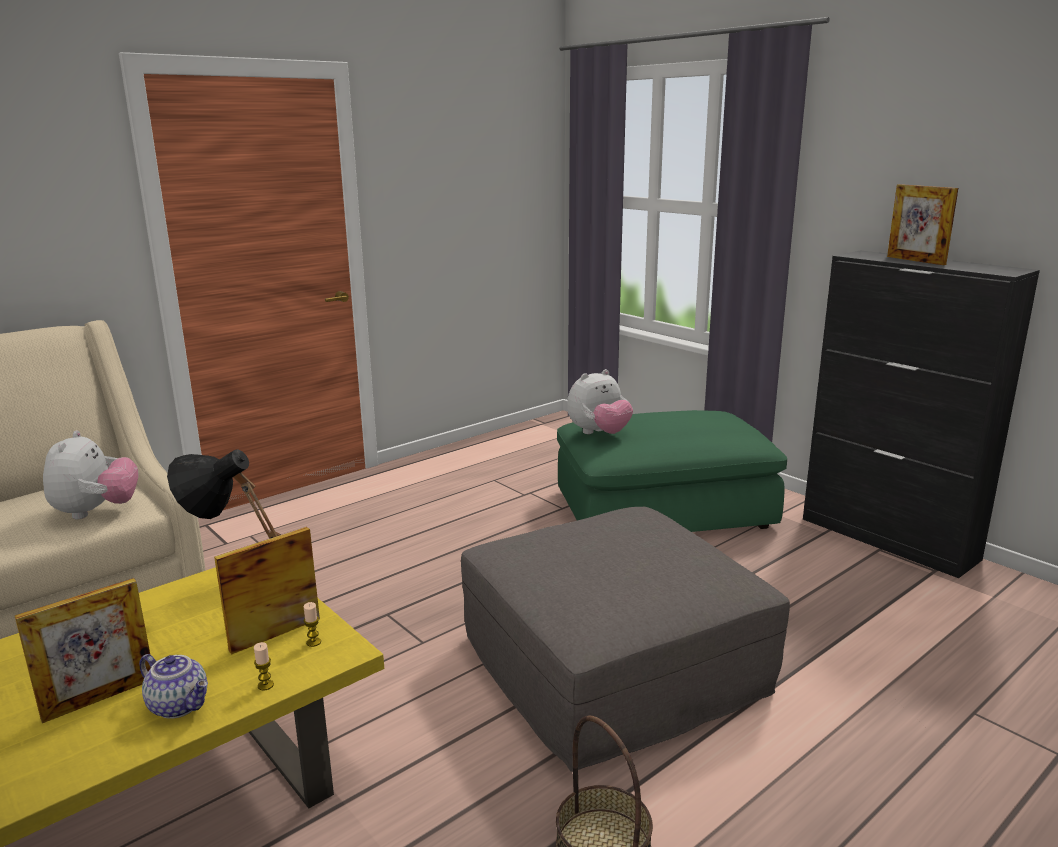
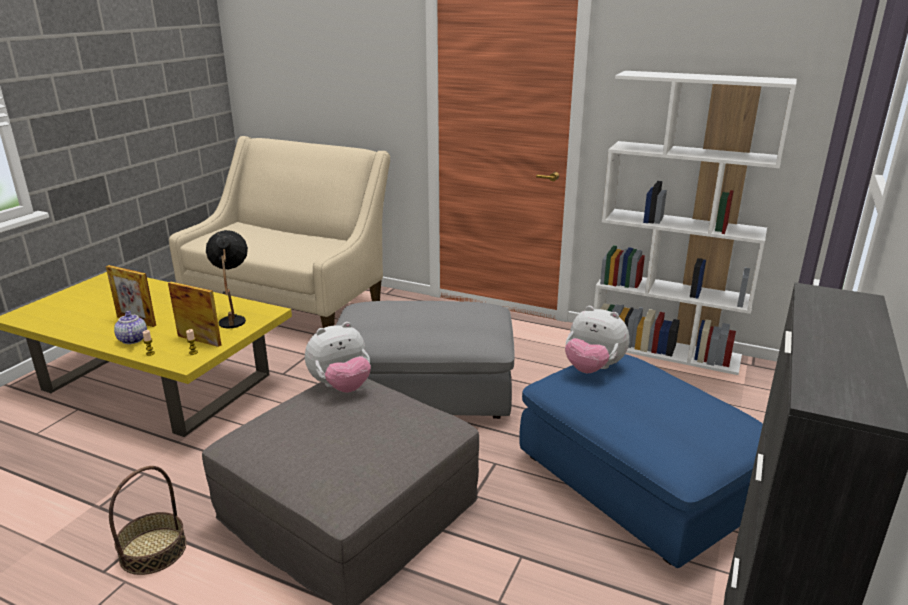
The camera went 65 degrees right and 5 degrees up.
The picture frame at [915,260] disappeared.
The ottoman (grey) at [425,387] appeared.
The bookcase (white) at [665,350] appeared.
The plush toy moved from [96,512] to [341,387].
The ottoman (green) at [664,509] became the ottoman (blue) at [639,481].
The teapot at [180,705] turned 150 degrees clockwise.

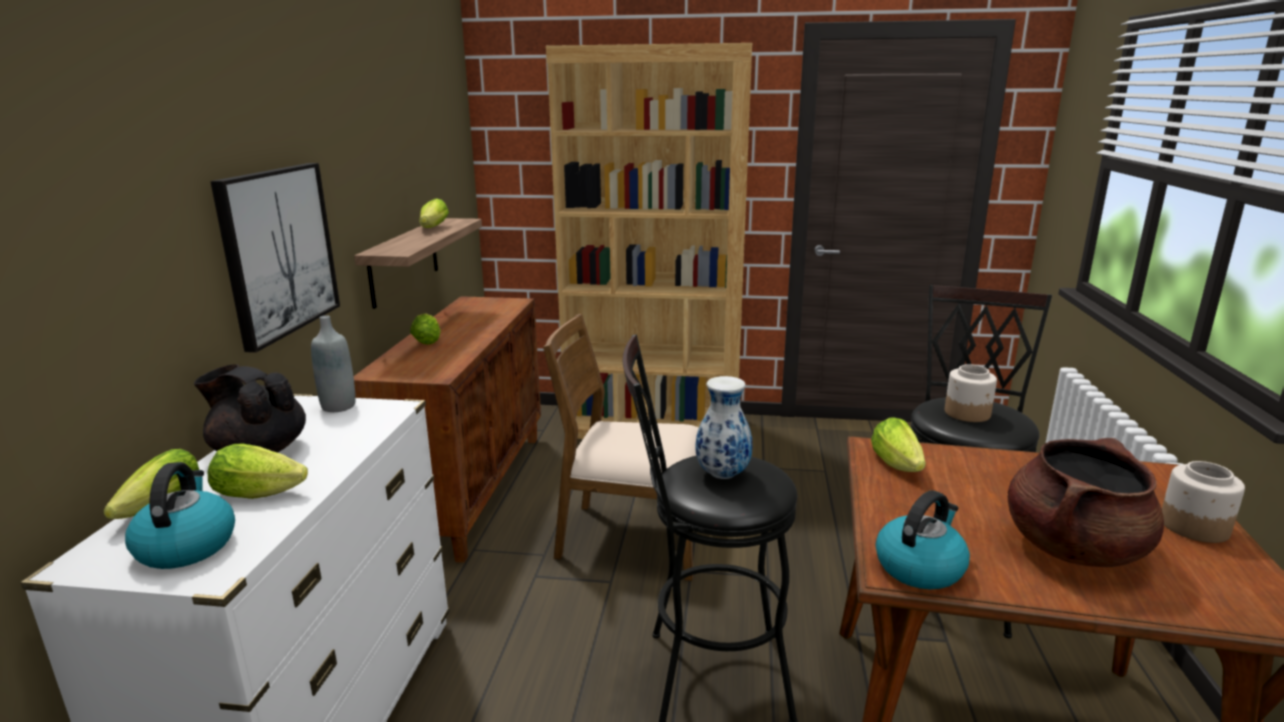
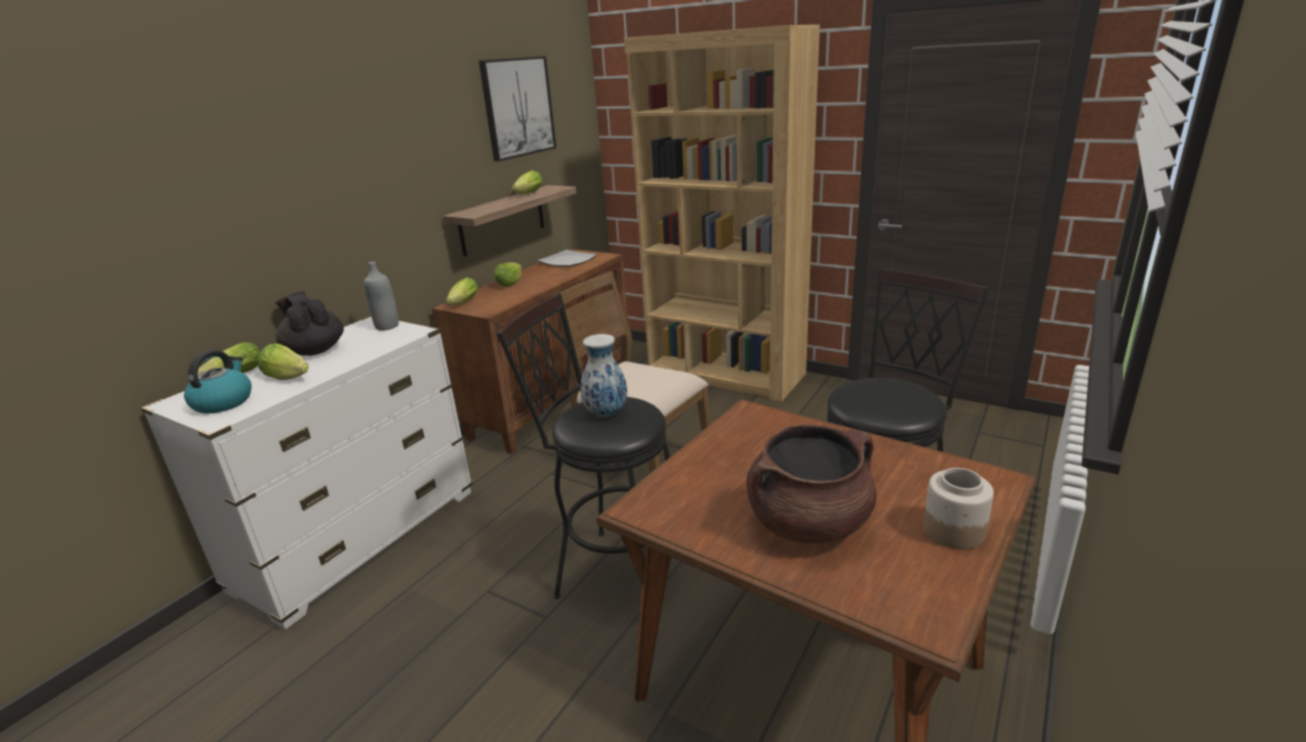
The camera went 25 degrees right and 5 degrees up.
The kettle at [919,567] disappeared.
The jar at [968,413] disappeared.
The plate at [567,261] appeared.
The picture moved from [278,251] to [517,107].
The lettuce moved from [898,465] to [462,304].

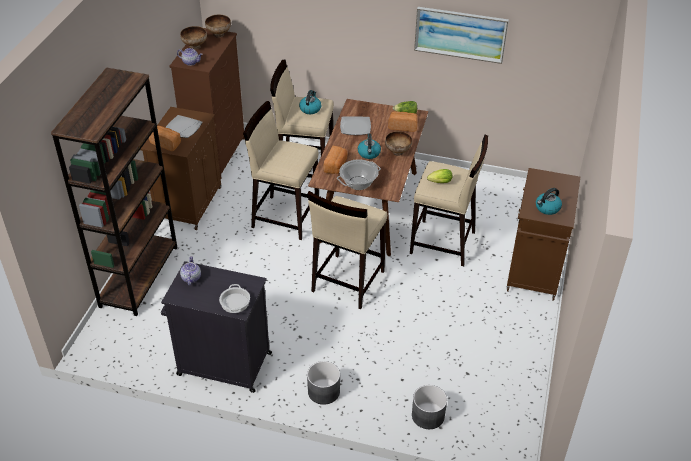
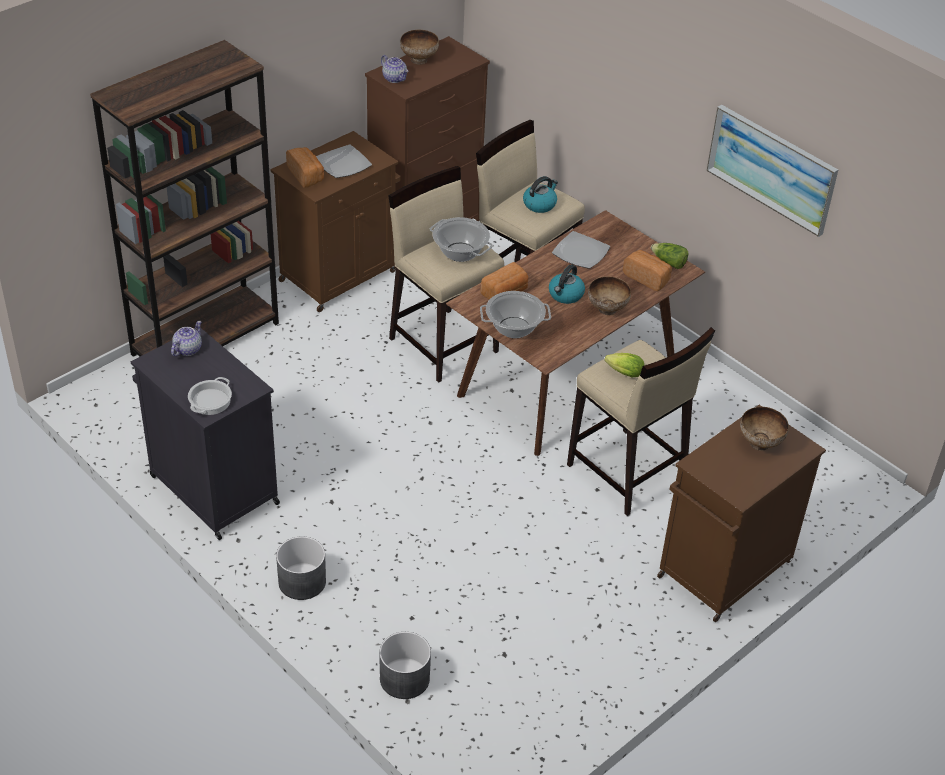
The camera went 30 degrees right and 0 degrees up.
The stool (beige) at [347,281] disappeared.
The kettle at [547,208] disappeared.
The cooking pot at [460,252] appeared.
The bowl moved from [219,34] to [760,444].

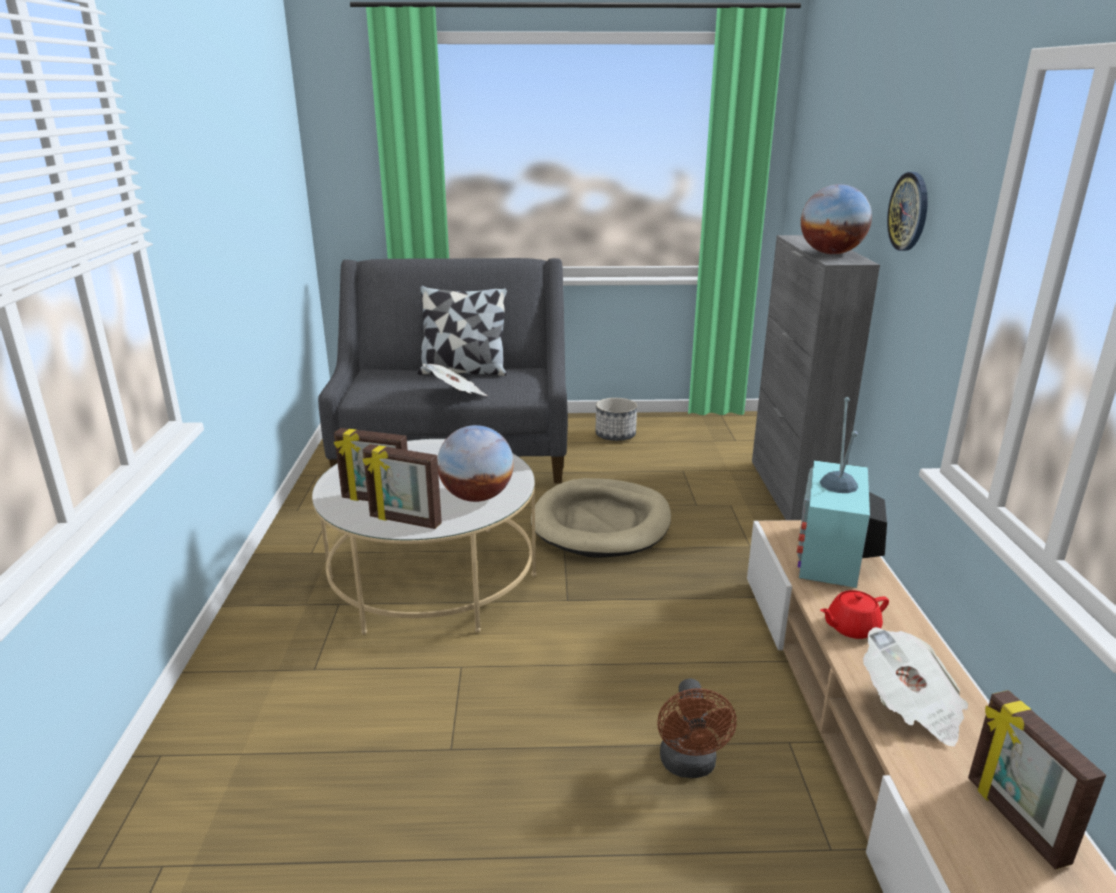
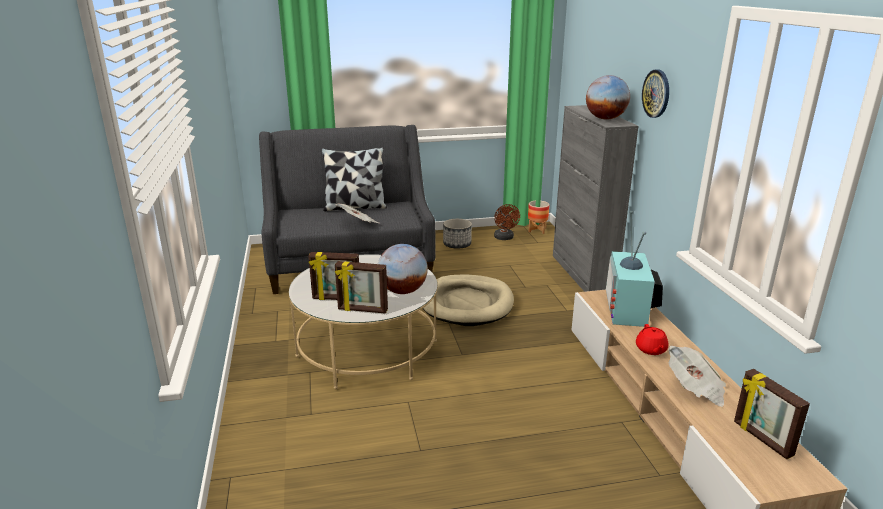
The camera went 10 degrees left and 0 degrees up.
The planter at [537,230] appeared.
The fan (brown) moved from [689,766] to [504,238].
The teapot (red) at [851,628] turned 60 degrees counterclockwise.

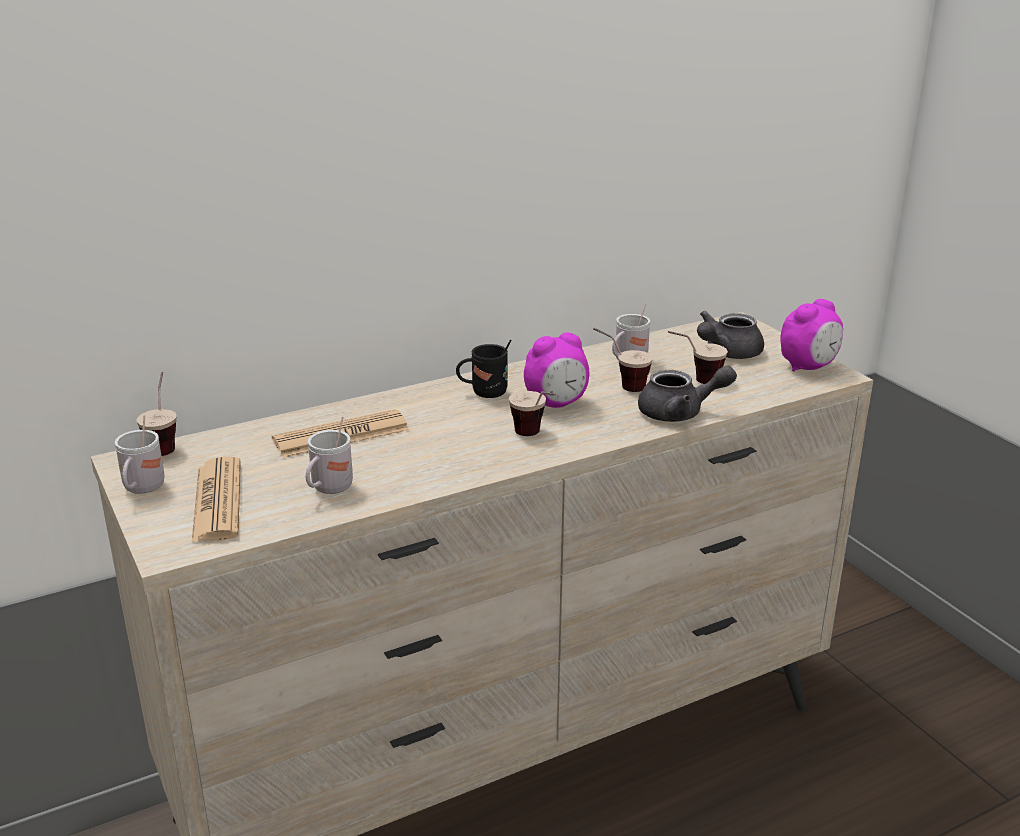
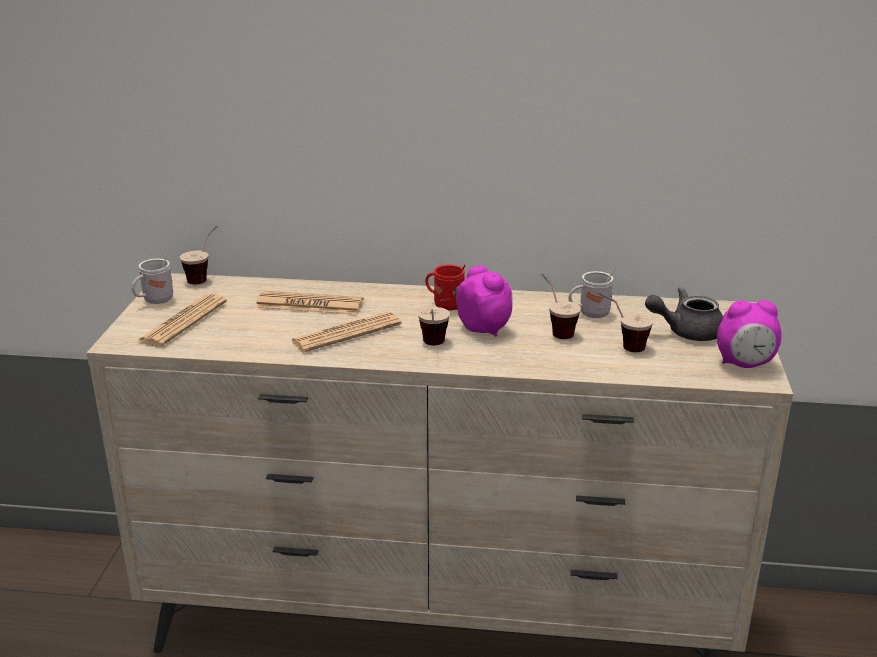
The camera went 35 degrees right and 0 degrees up.
The mug (white) at [328,490] disappeared.
The teapot (grey) at [680,413] disappeared.
The newspaper at [346,333] appeared.
The mug (black) at [484,393] became the mug (red) at [444,305].
The alarm clock at [556,404] turned 135 degrees counterclockwise.

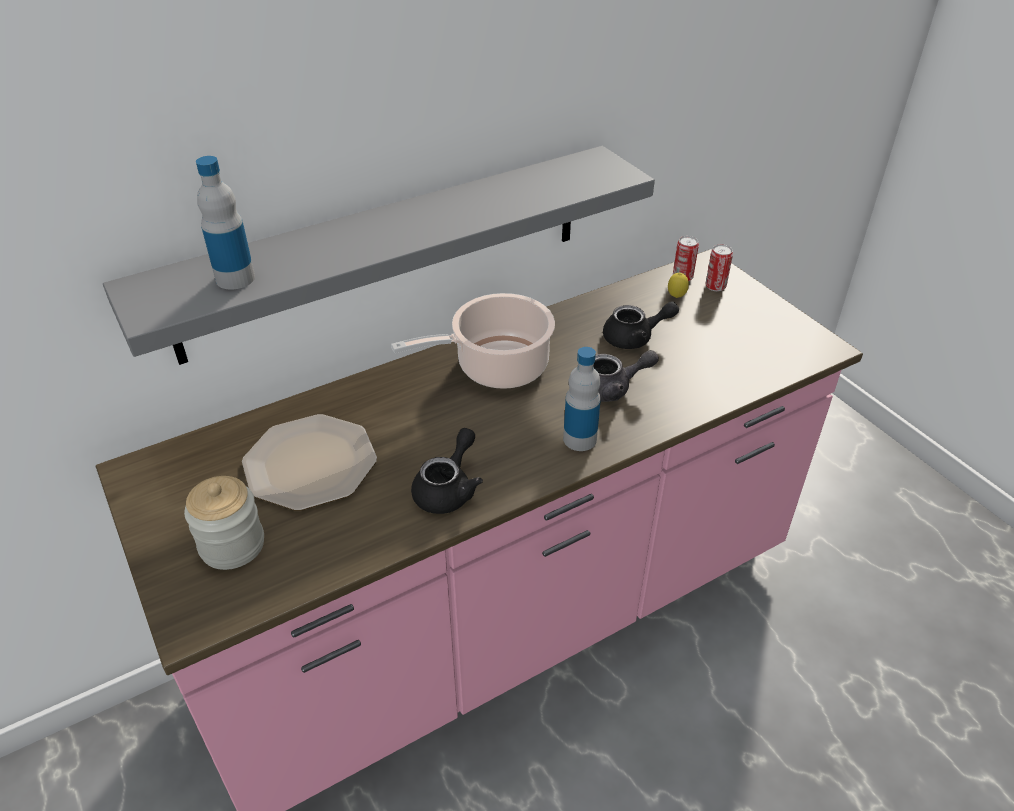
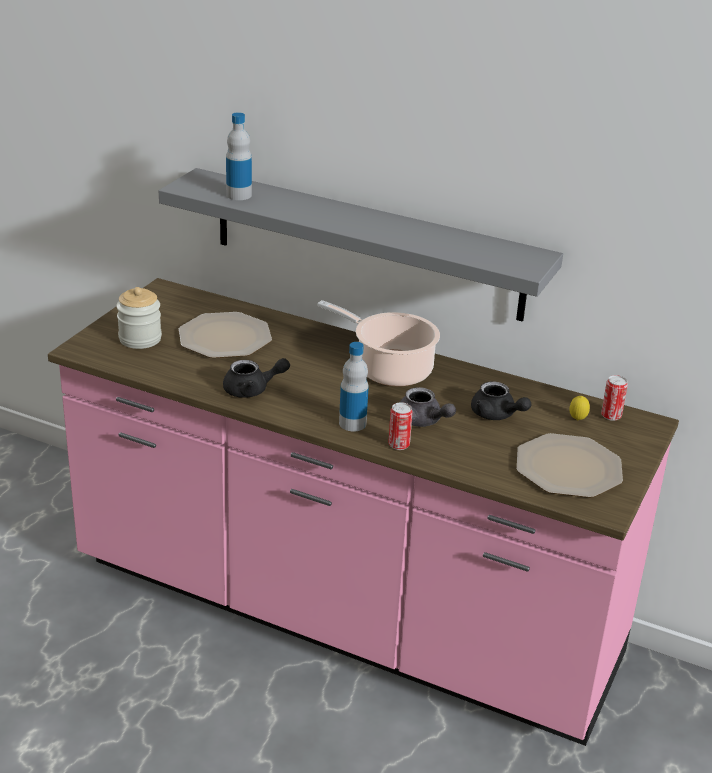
The camera went 55 degrees right and 10 degrees down.
The plate at [567,468] appeared.
The can moved from [715,286] to [399,445].

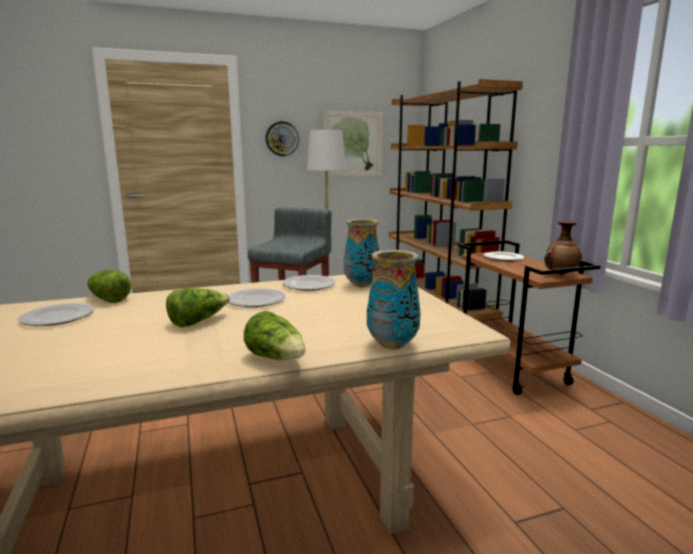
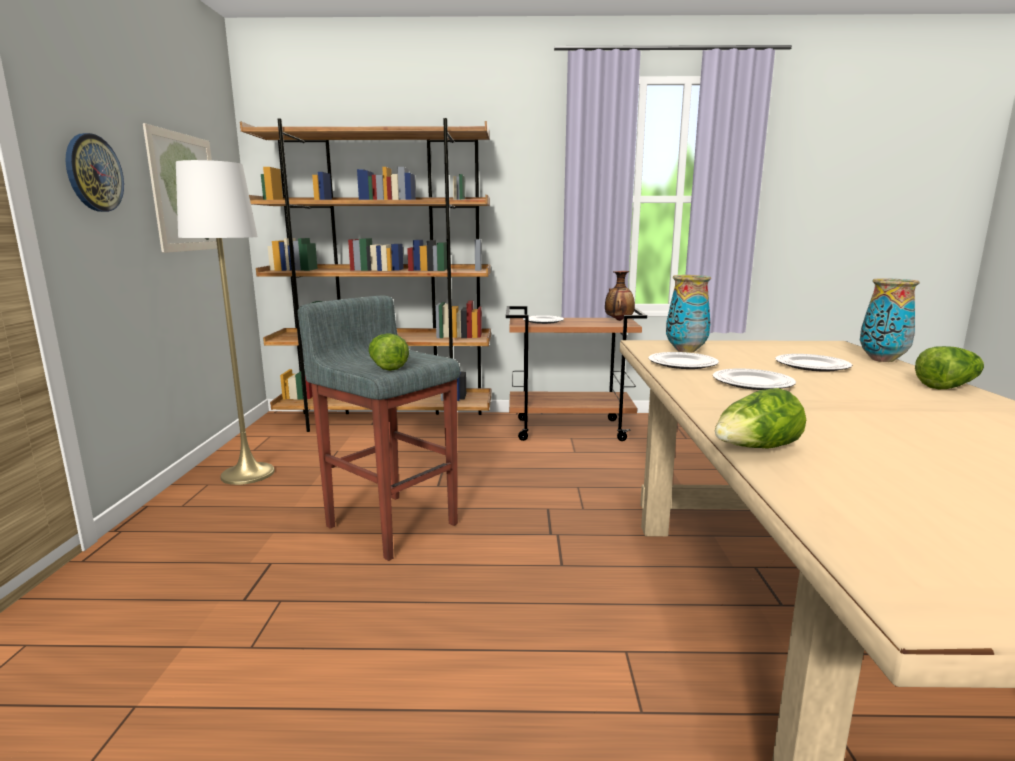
The camera went 70 degrees left and 0 degrees up.
The plate moved from [58,317] to [811,365].
The lettuce moved from [198,321] to [387,366].

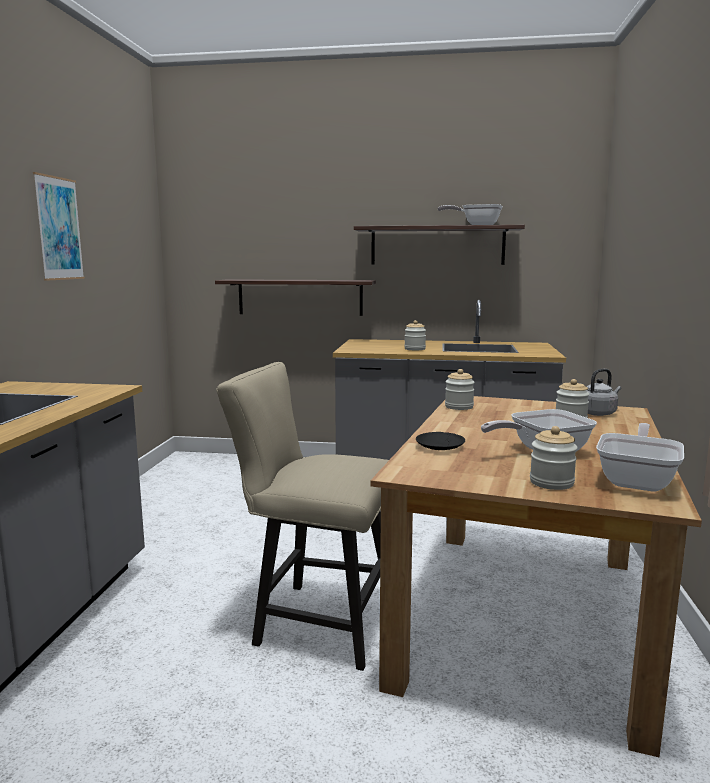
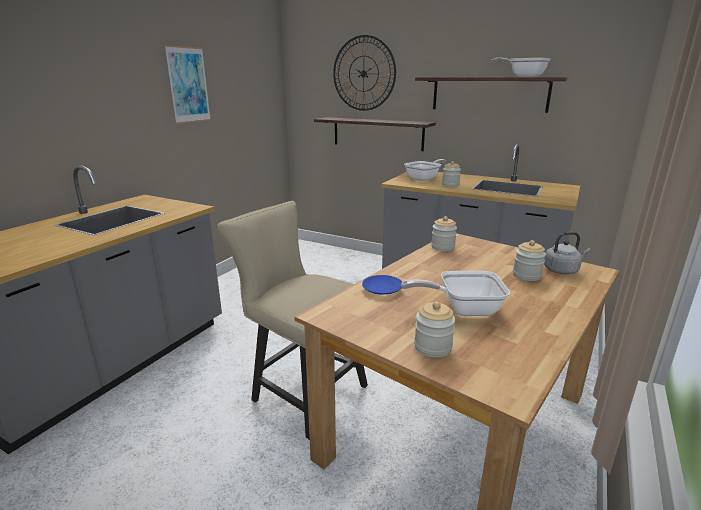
The camera went 20 degrees right and 10 degrees up.
The wall clock at [363,73] appeared.
The frying pan moved from [638,480] to [424,178].
The plate (black) at [440,446] became the plate (blue) at [383,289].

